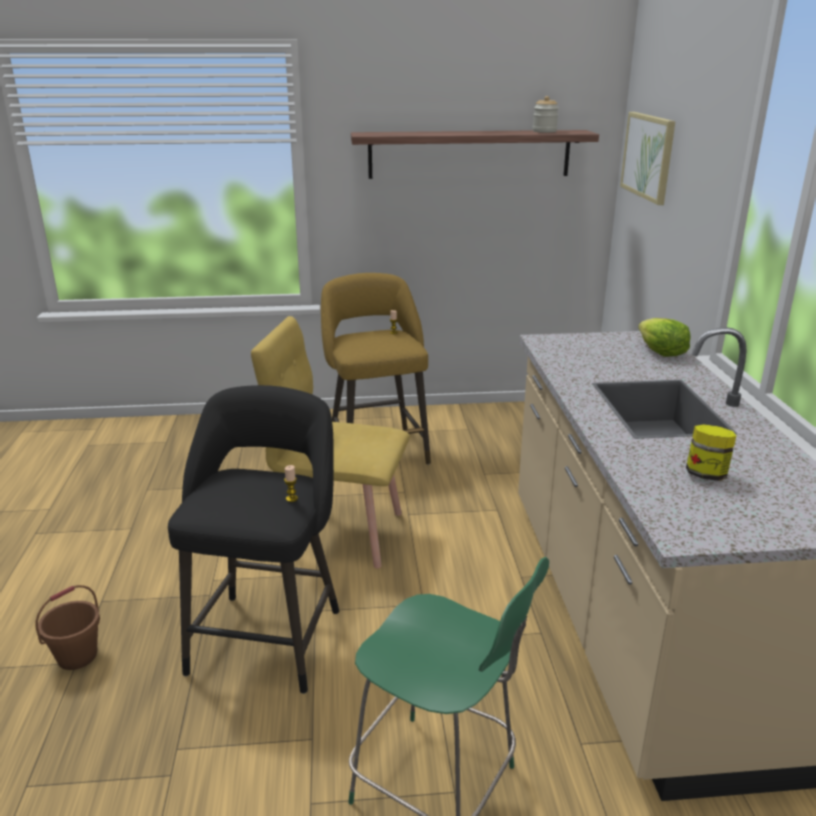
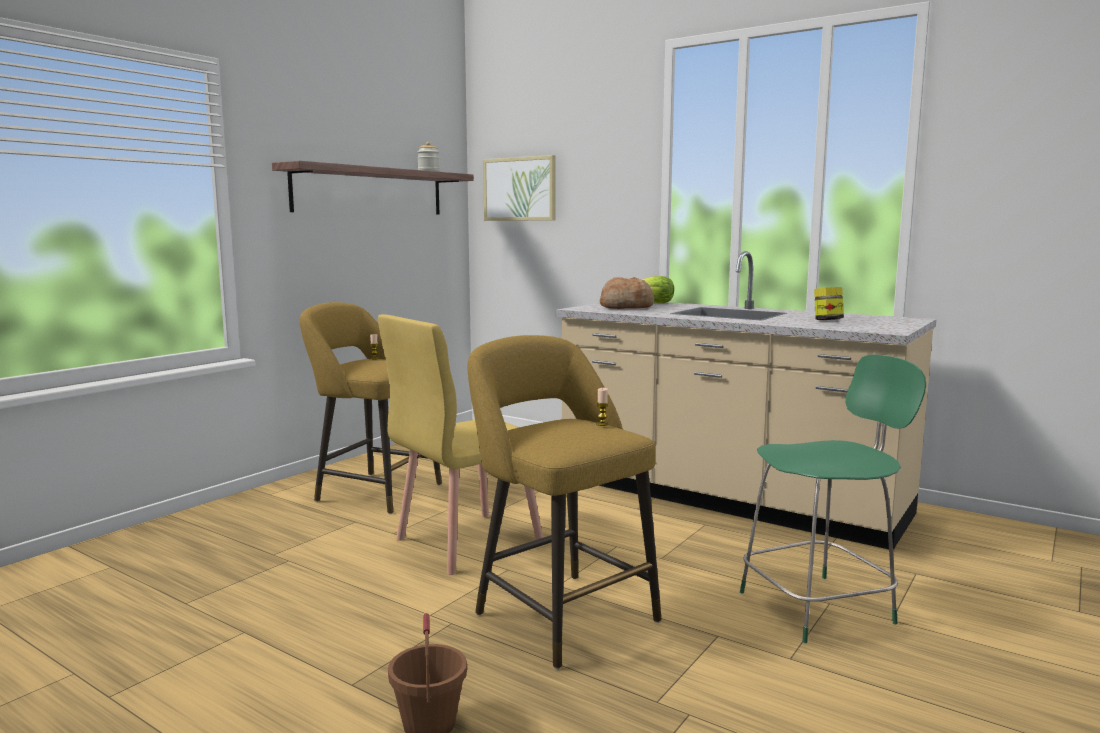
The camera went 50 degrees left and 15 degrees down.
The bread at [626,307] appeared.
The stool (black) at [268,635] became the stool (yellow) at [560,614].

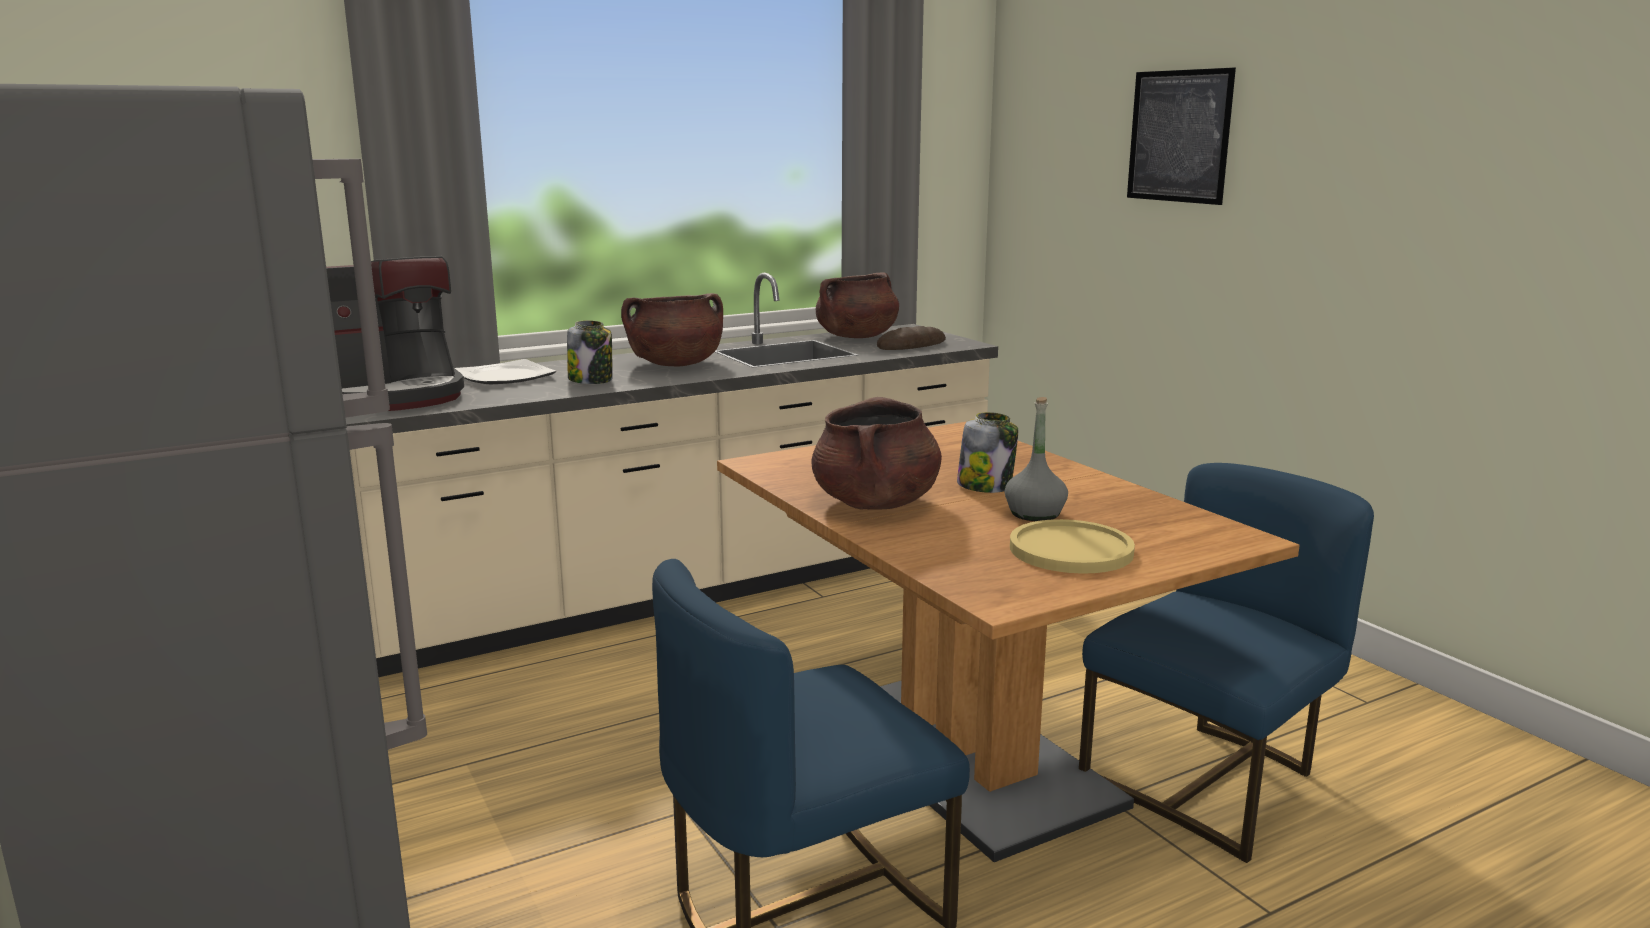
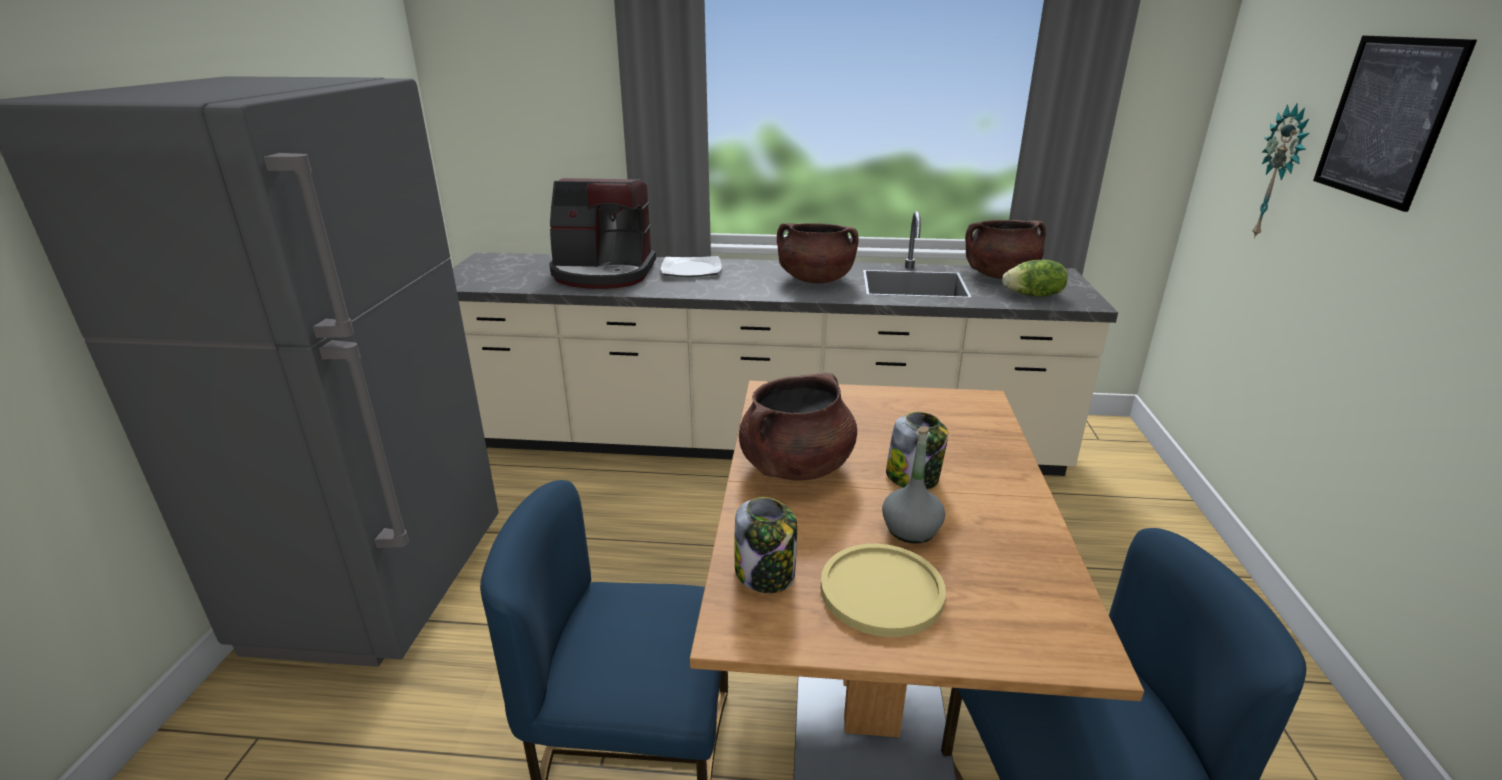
The camera went 35 degrees right and 10 degrees up.
The wall clock at [1280,173] appeared.
The jar moved from [591,380] to [766,574].
The bread at [911,345] was replaced by the lettuce at [1033,295].

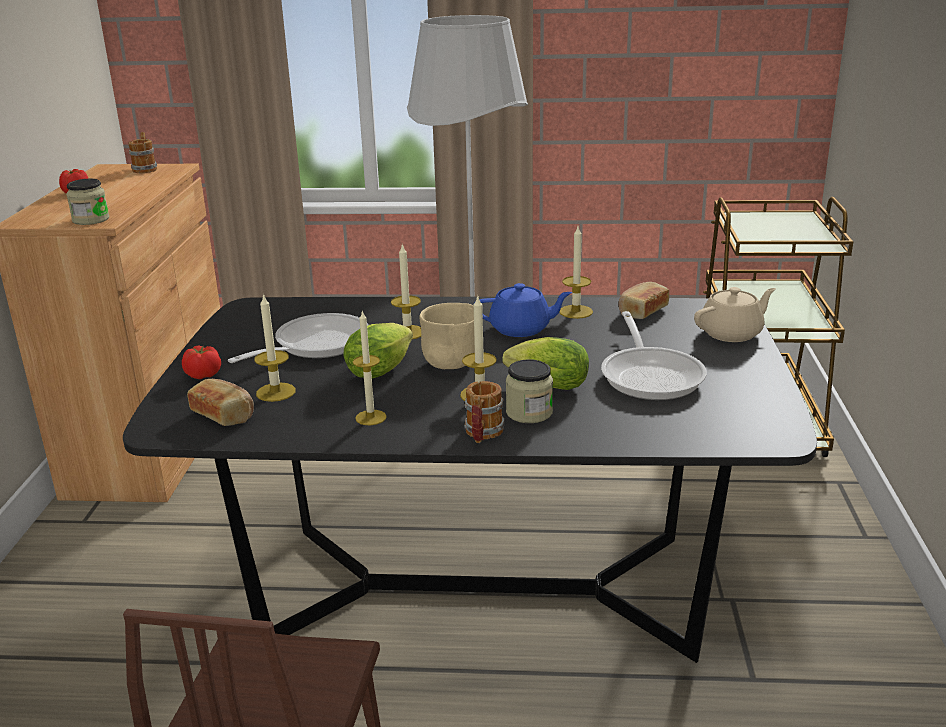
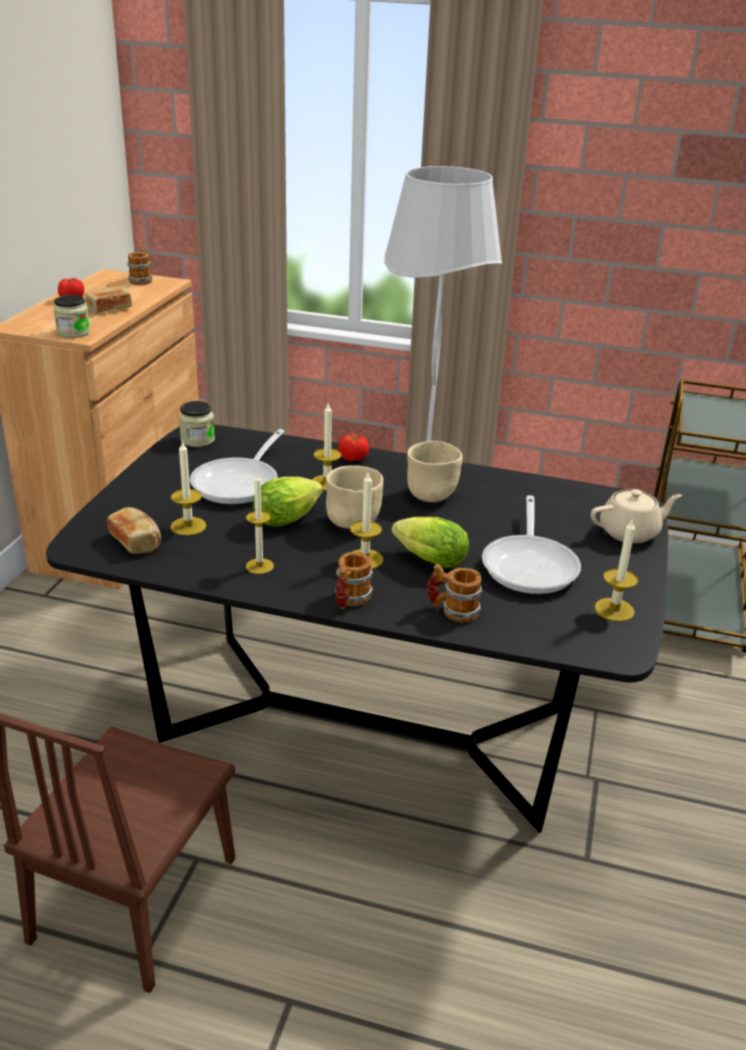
The camera went 10 degrees right and 5 degrees up.
The mug at [452,610] appeared.
The tomato moved from [203,375] to [353,458].
The jar moved from [529,412] to [197,440].
The candle moved from [576,312] to [614,609].
The bread moved from [641,311] to [109,309].
The teapot (blue) at [521,329] was replaced by the bowl (beige) at [432,495].
The frying pan at [315,345] turned 150 degrees clockwise.

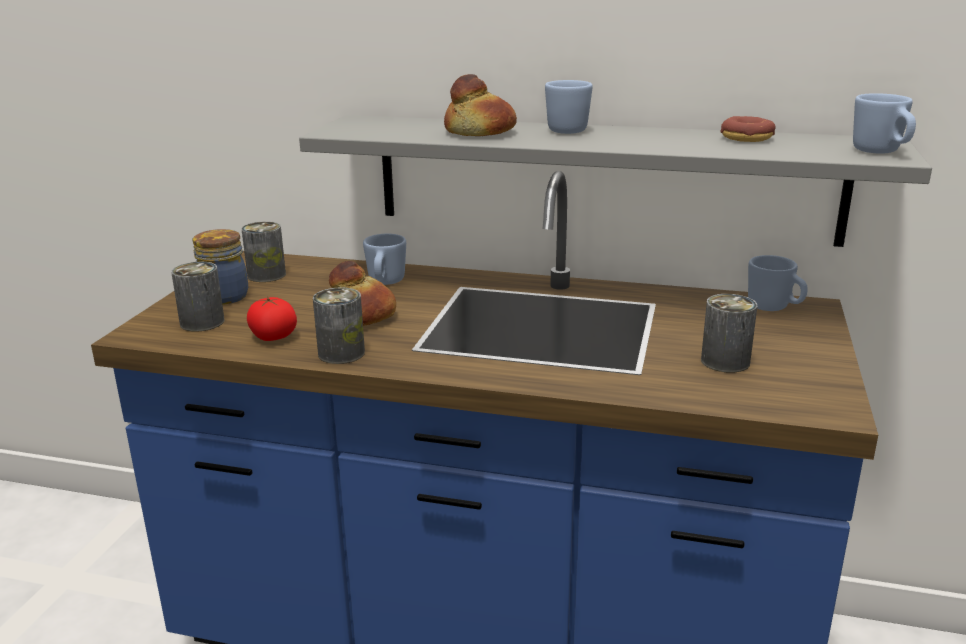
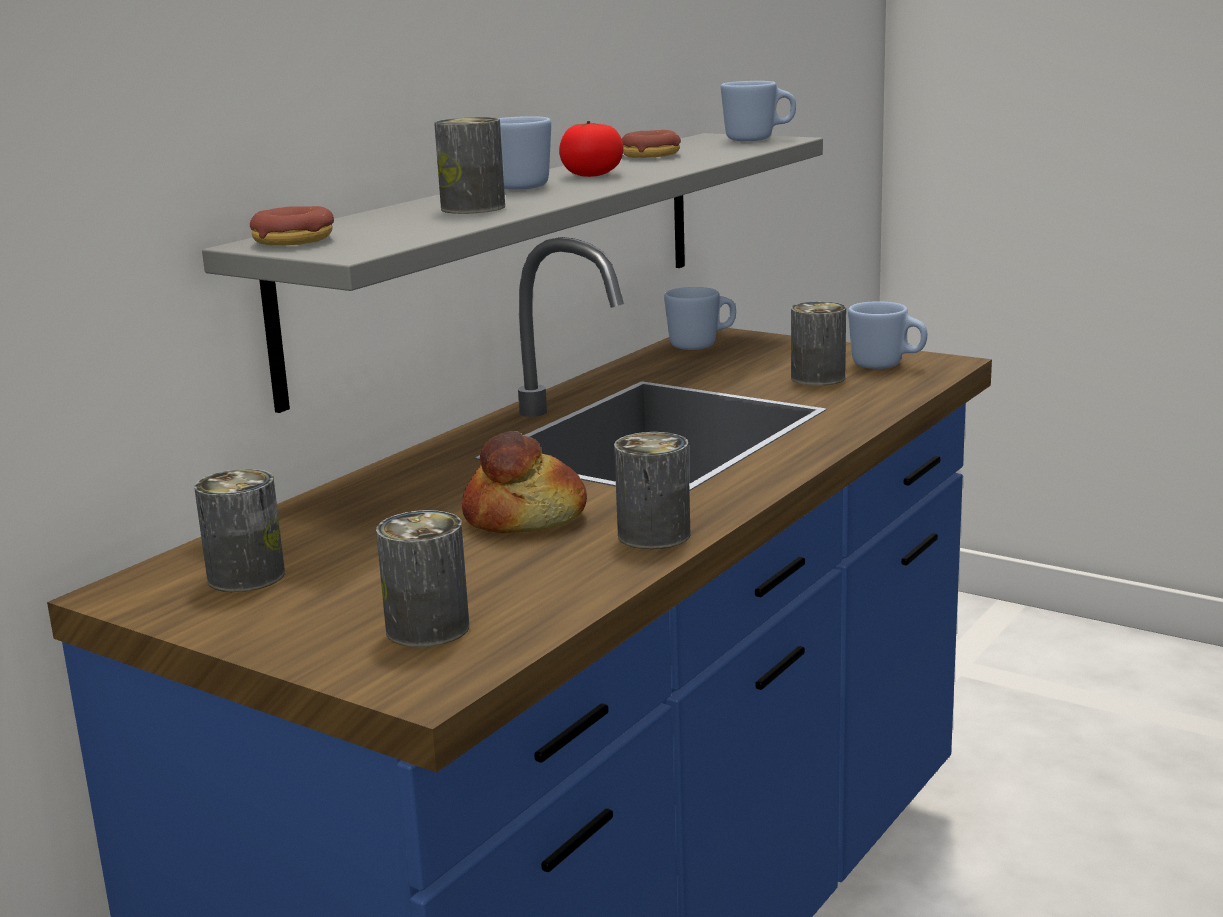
The camera went 70 degrees left and 5 degrees down.
The jar at [223,296] disappeared.
The donut at [293,241] appeared.
The tomato moved from [273,337] to [592,175].
The mug (blue) moved from [385,283] to [886,365].
The bread at [479,132] was replaced by the can at [473,208].

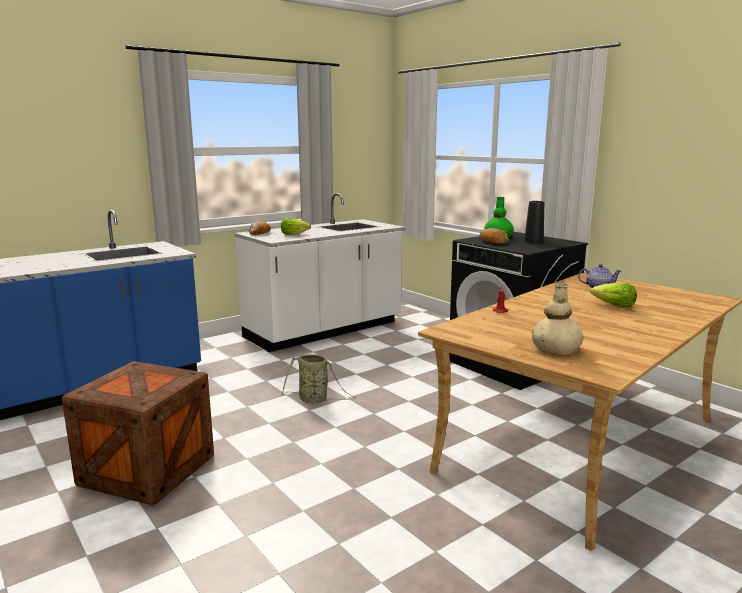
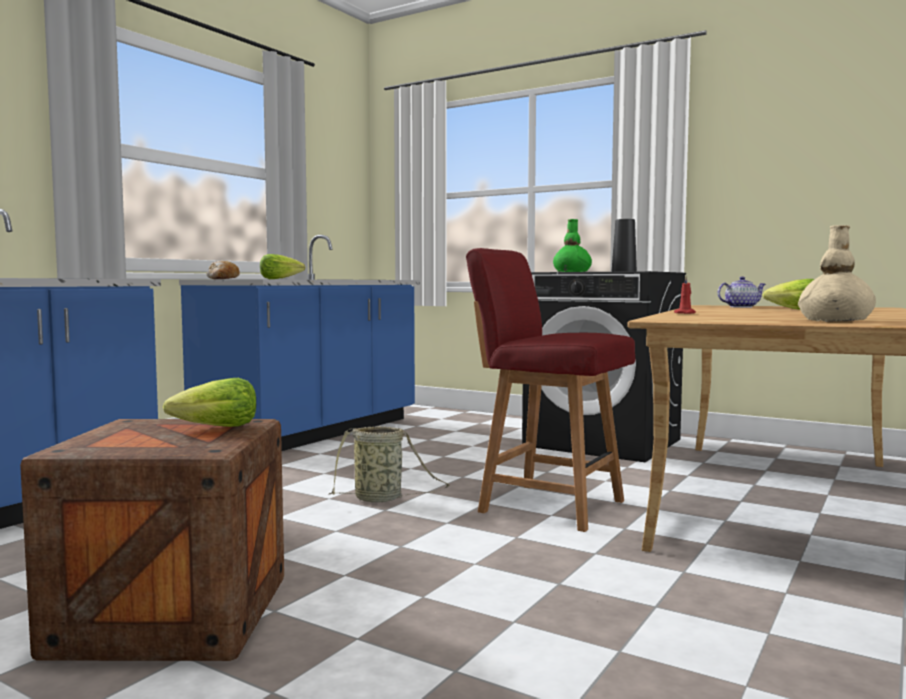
The camera went 20 degrees left and 10 degrees down.
The bread at [492,242] disappeared.
The lettuce at [216,428] appeared.
The chair (red) at [548,505] appeared.
The counter (white) at [324,330] became the counter (blue) at [313,433].

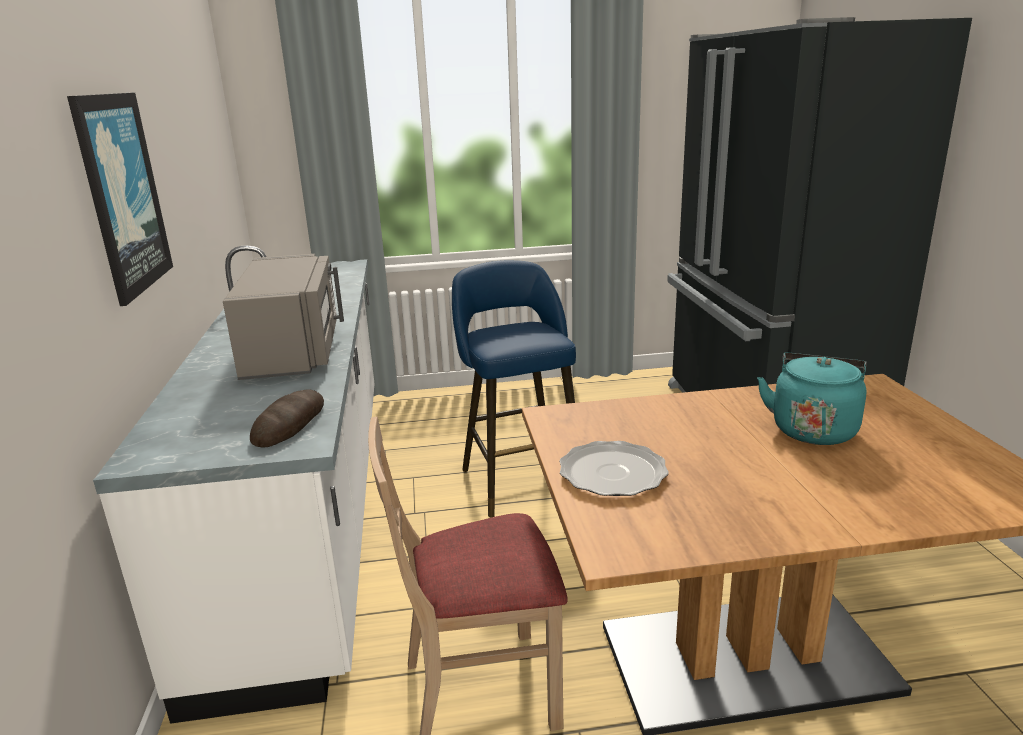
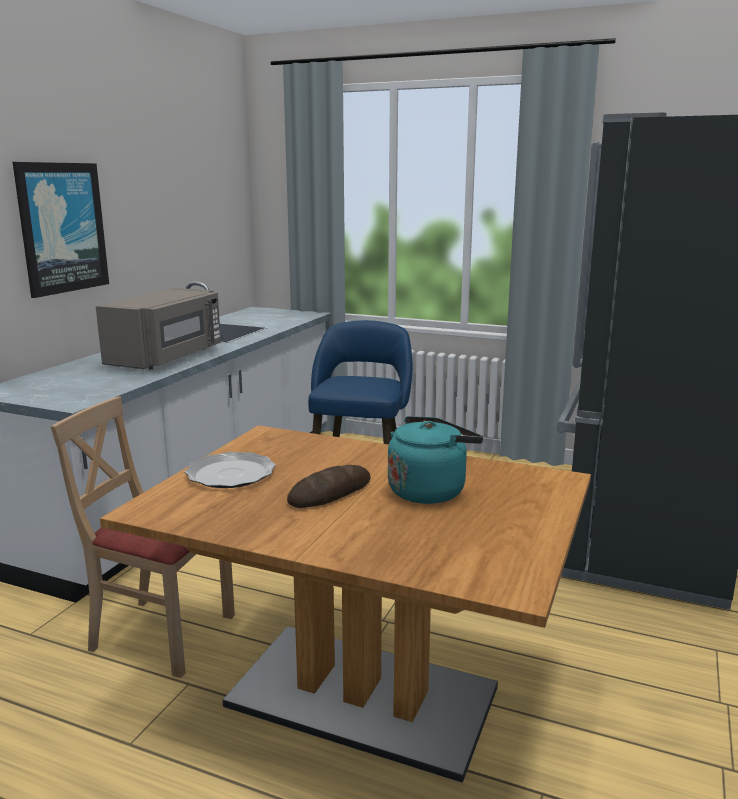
The camera went 30 degrees right and 5 degrees down.
The bread moved from [289,424] to [330,493].

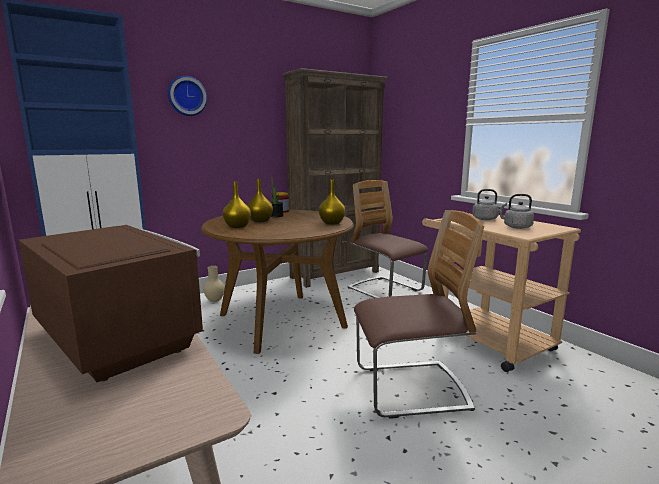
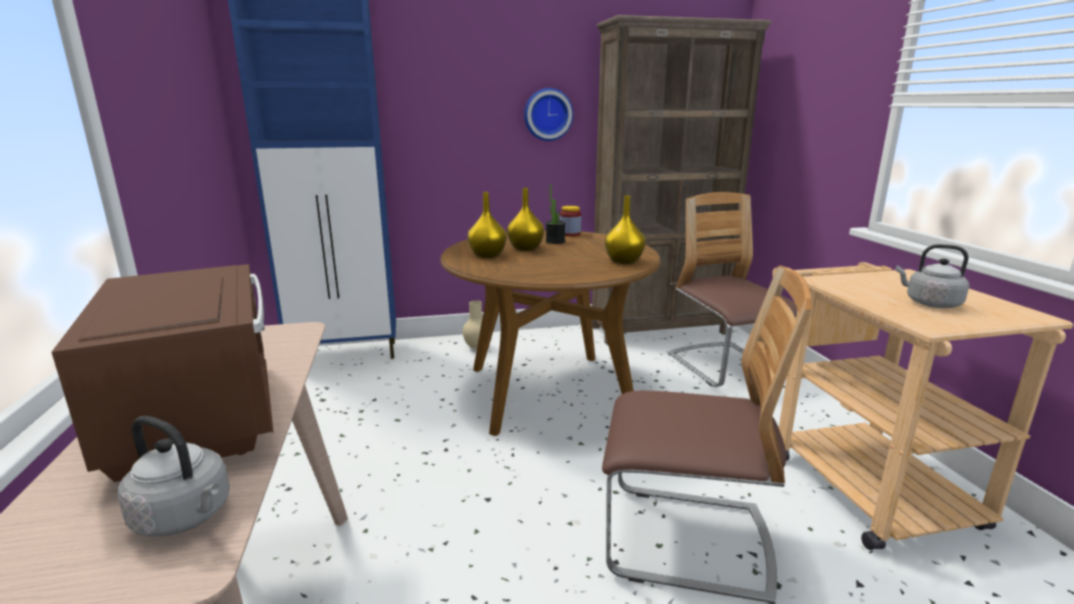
The camera went 20 degrees right and 5 degrees up.
The wall clock moved from [186,96] to [547,114].
The kettle (grey) moved from [486,219] to [186,517].

